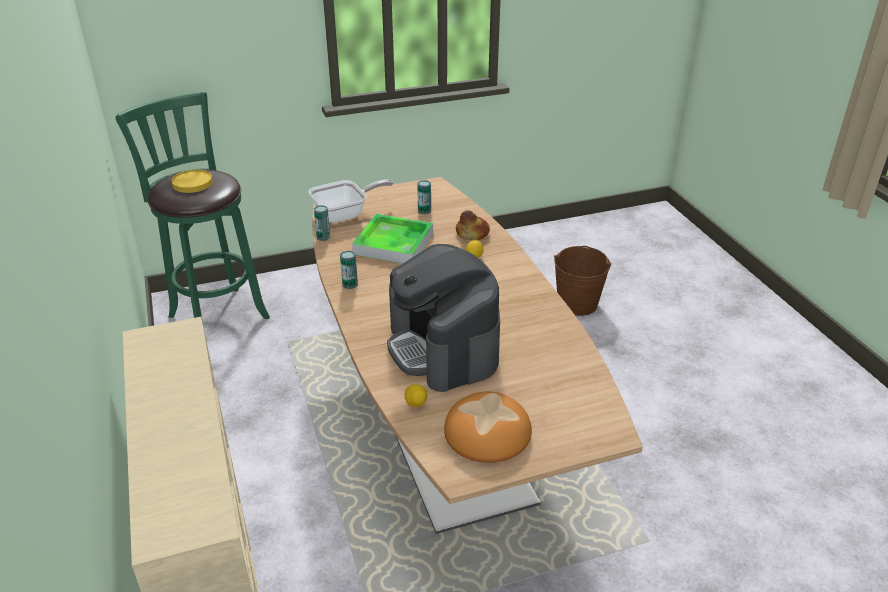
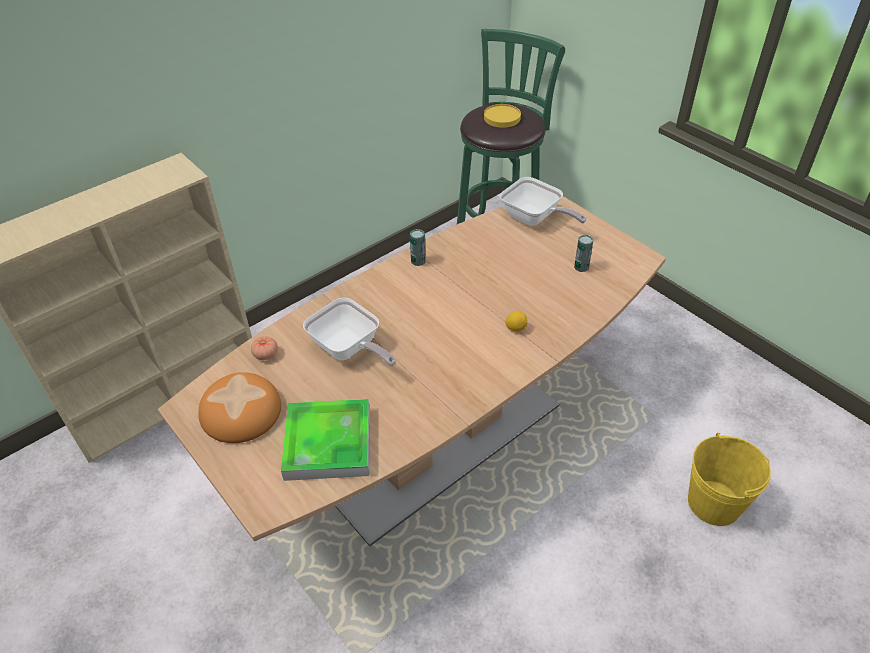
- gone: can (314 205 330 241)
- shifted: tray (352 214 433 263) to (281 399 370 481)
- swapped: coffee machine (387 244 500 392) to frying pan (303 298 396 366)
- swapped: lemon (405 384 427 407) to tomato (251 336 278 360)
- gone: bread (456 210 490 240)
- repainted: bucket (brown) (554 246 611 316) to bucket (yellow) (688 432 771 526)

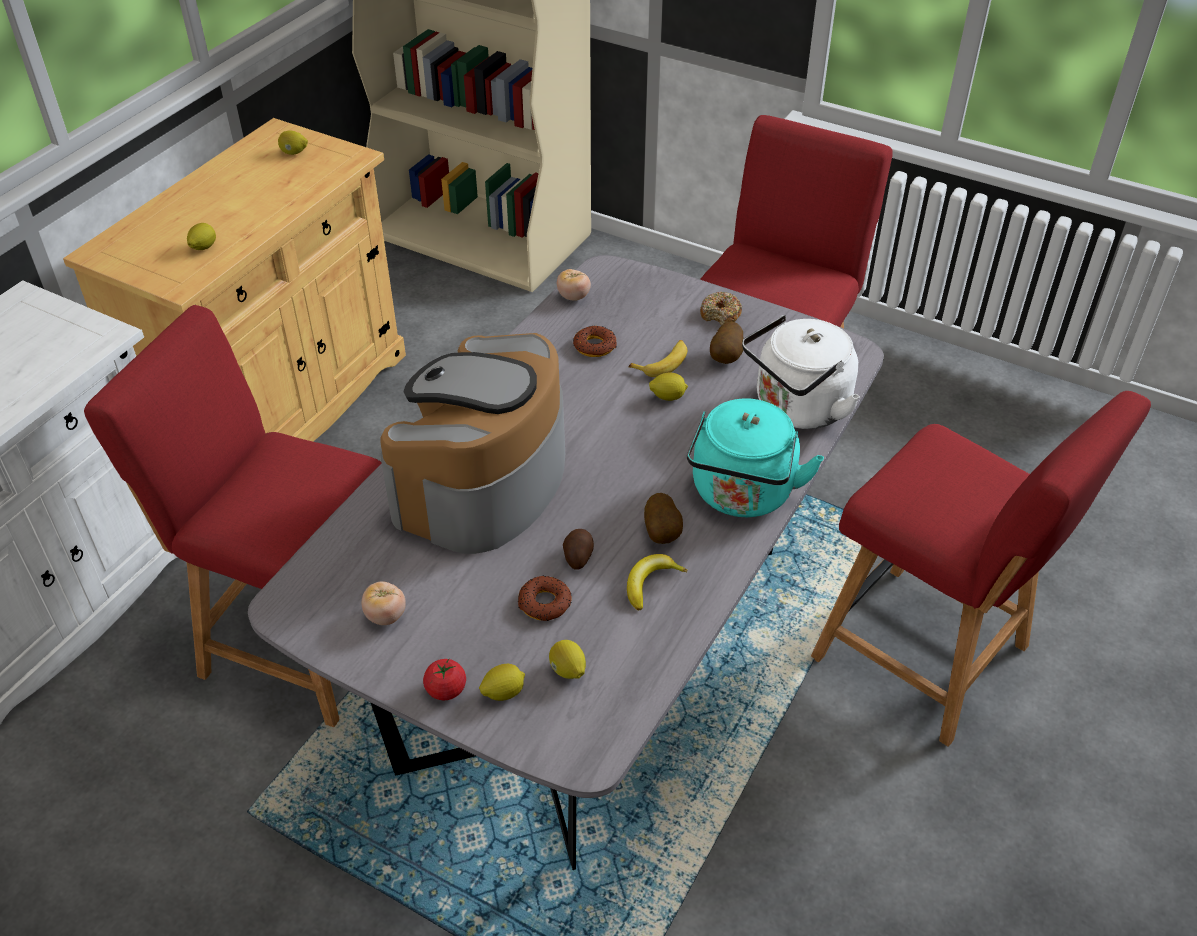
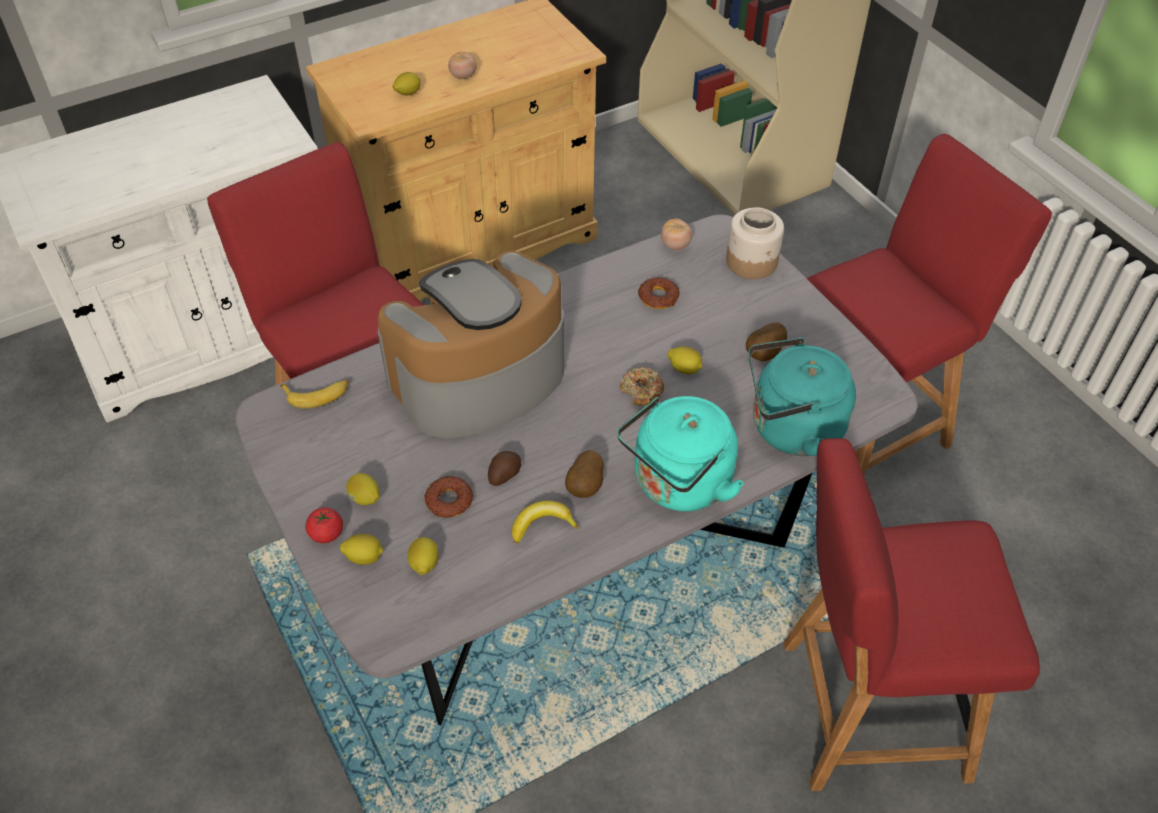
- shifted: lemon (278 131 308 155) to (346 473 380 505)
- shifted: tomato (361 581 406 625) to (448 52 477 79)
- shifted: banana (628 340 687 377) to (280 380 349 409)
- shifted: donut (700 292 742 326) to (620 367 664 406)
- repainted: kettle (white) (742 315 860 429) to kettle (turquoise) (749 337 856 456)
- rotated: chair (red) (811 391 1151 747) = (784 438 1040 791) 105 degrees clockwise
- new: jar (726 207 784 279)

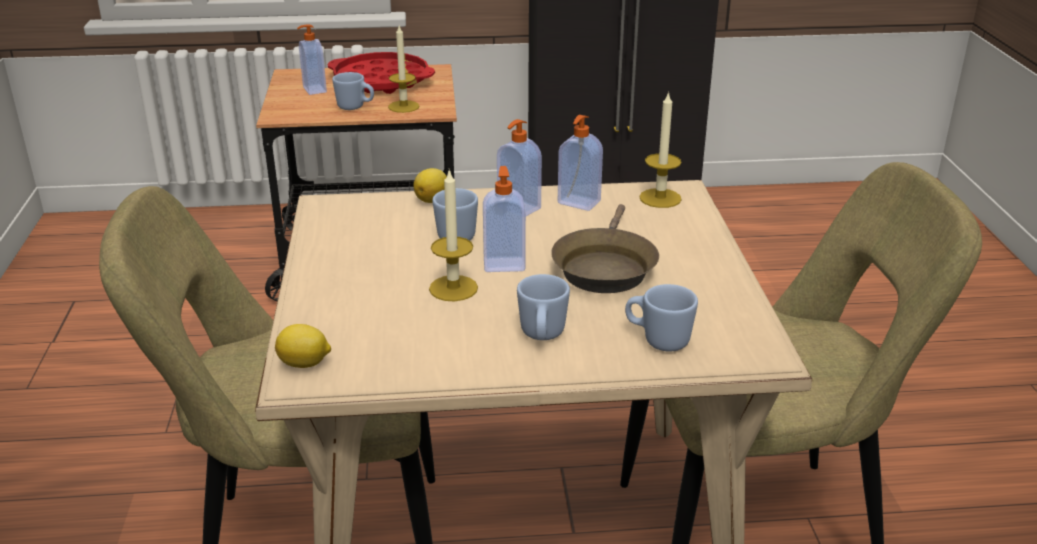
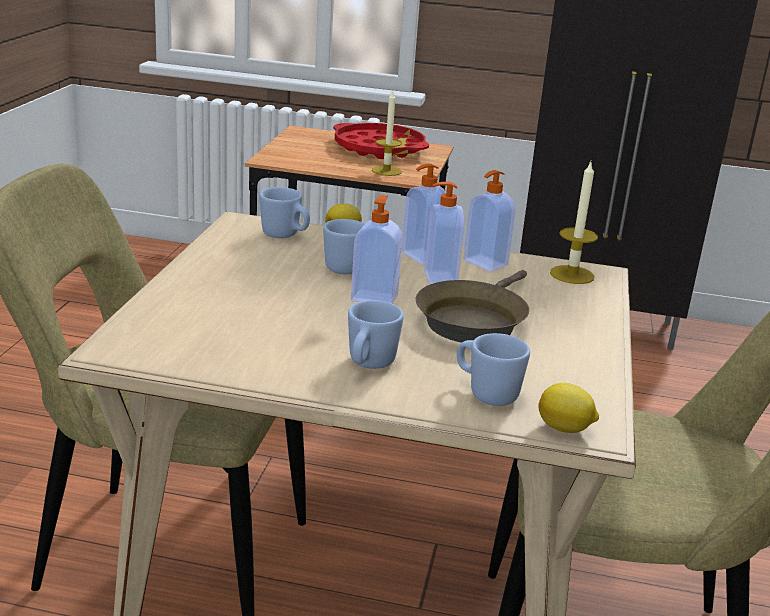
- shifted: lemon (275 324 331 368) to (538 383 599 433)
- shifted: soap dispenser (297 24 327 95) to (424 182 464 284)
- shifted: mug (blue) (332 72 374 110) to (259 187 310 238)
- gone: candle (429 169 478 301)

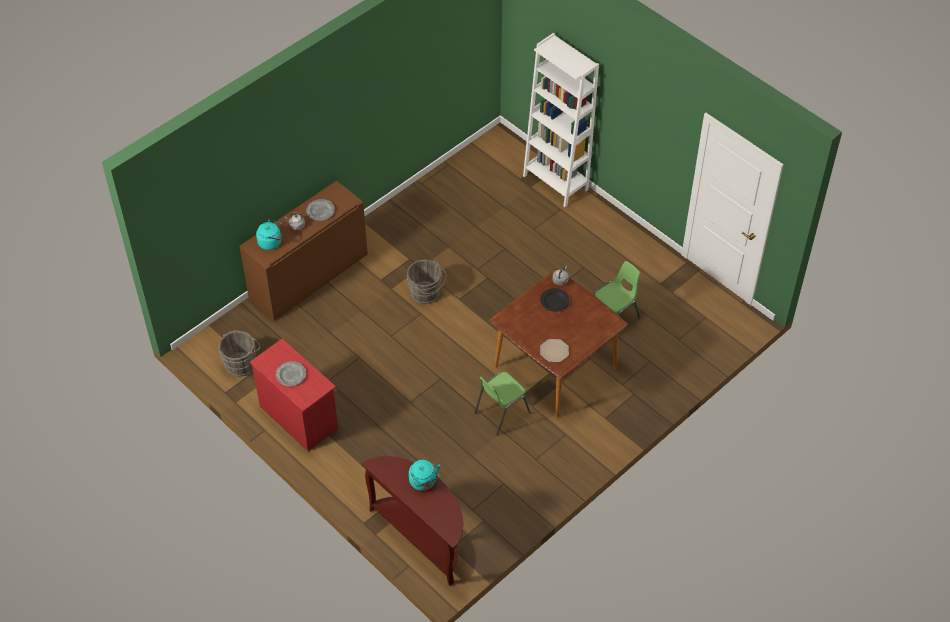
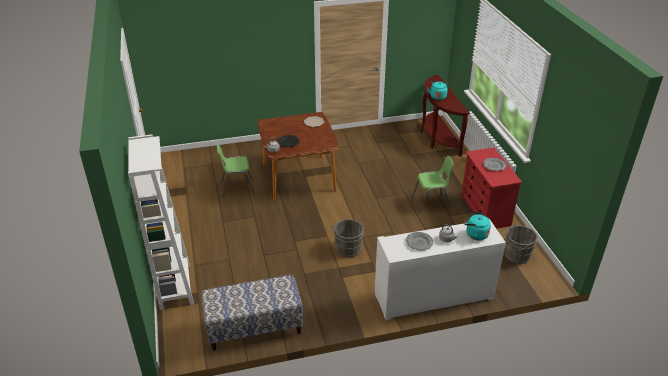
- repainted: cabinet (brown) (239 180 368 321) to cabinet (white) (374 218 506 320)
- shifted: chair (green) (475 372 531 436) to (412 156 454 213)
- new: bench (202 275 303 351)

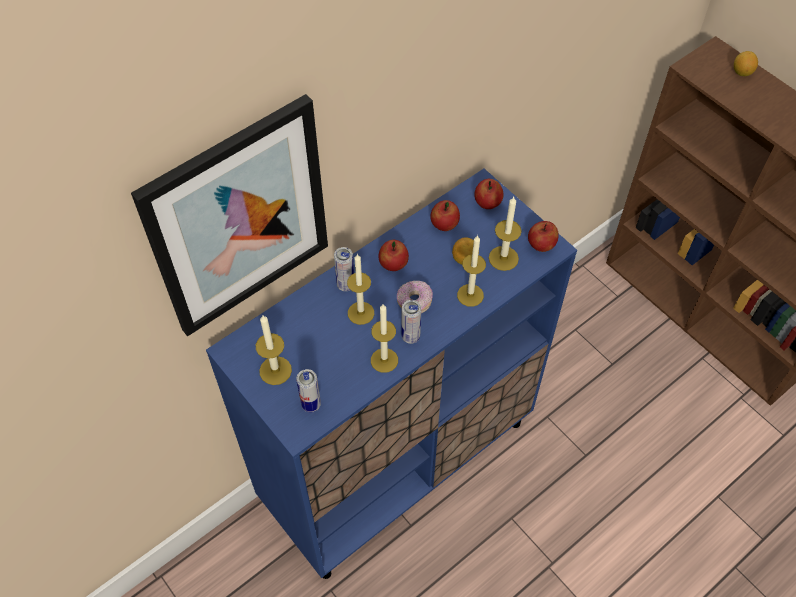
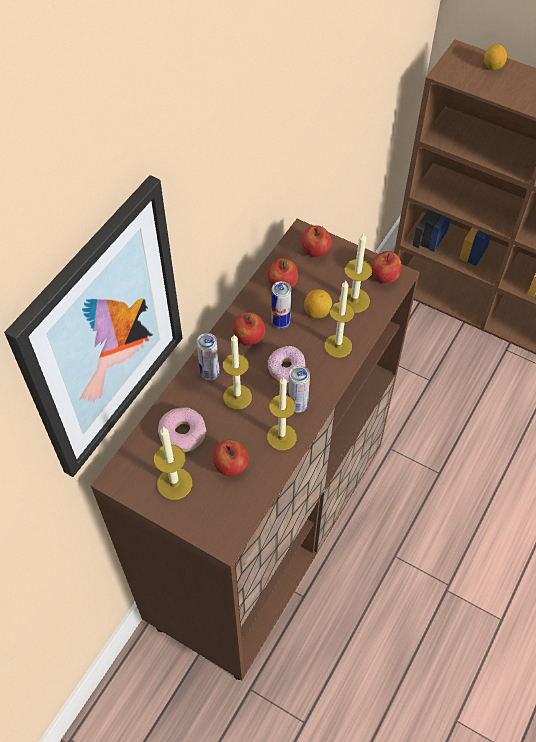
- repainted: cabinet (blue) (206 169 577 579) to cabinet (brown) (91 219 420 680)
- shifted: can (296 369 321 413) to (271 281 291 329)
- new: donut (158 407 206 452)
- new: apple (213 440 249 476)

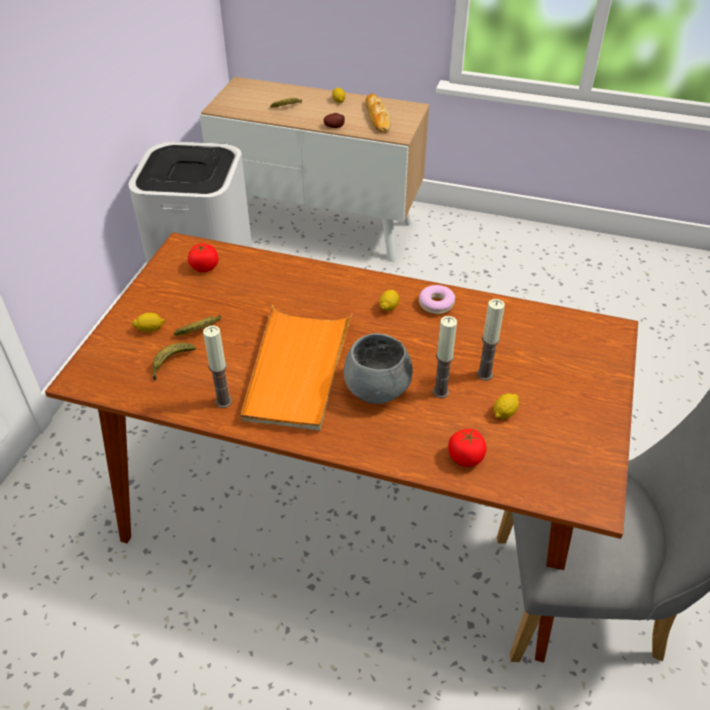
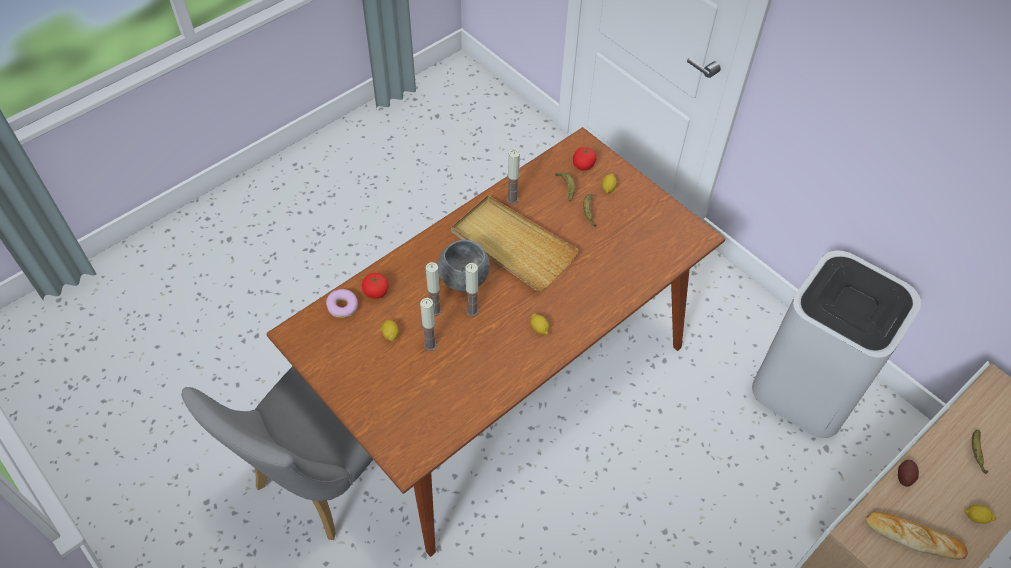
- shifted: tomato (188 243 219 272) to (573 147 597 171)
- repainted: tray (orange) (241 305 353 431) to tray (beige) (451 195 579 292)
- shifted: donut (419 285 455 314) to (326 289 358 318)
- new: candle (465 263 479 317)

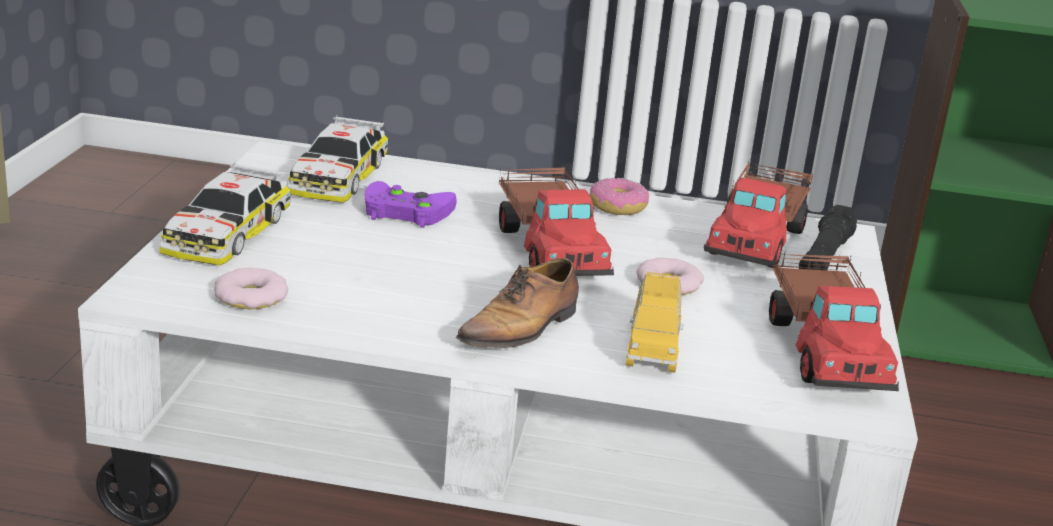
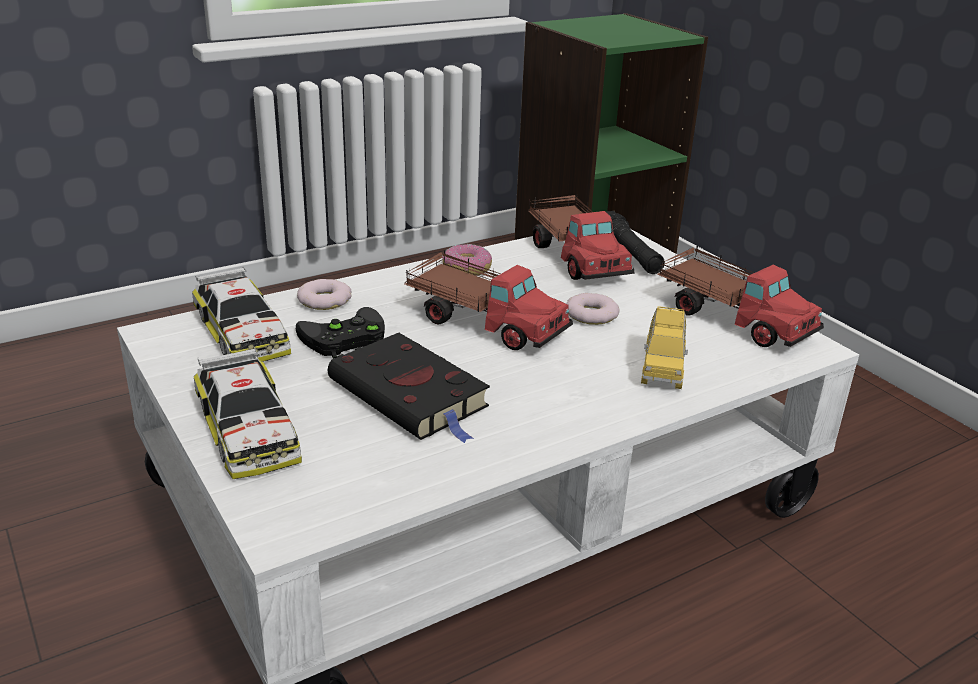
- shifted: donut (214 268 288 309) to (297 279 352 310)
- repainted: game controller (purple) (365 181 457 228) to game controller (black) (296 307 385 359)
- gone: shoe (456 258 579 348)
- rotated: toy car (yellow) (626 272 683 373) = (641 306 688 389) 45 degrees clockwise
- new: book (black) (328 333 490 443)

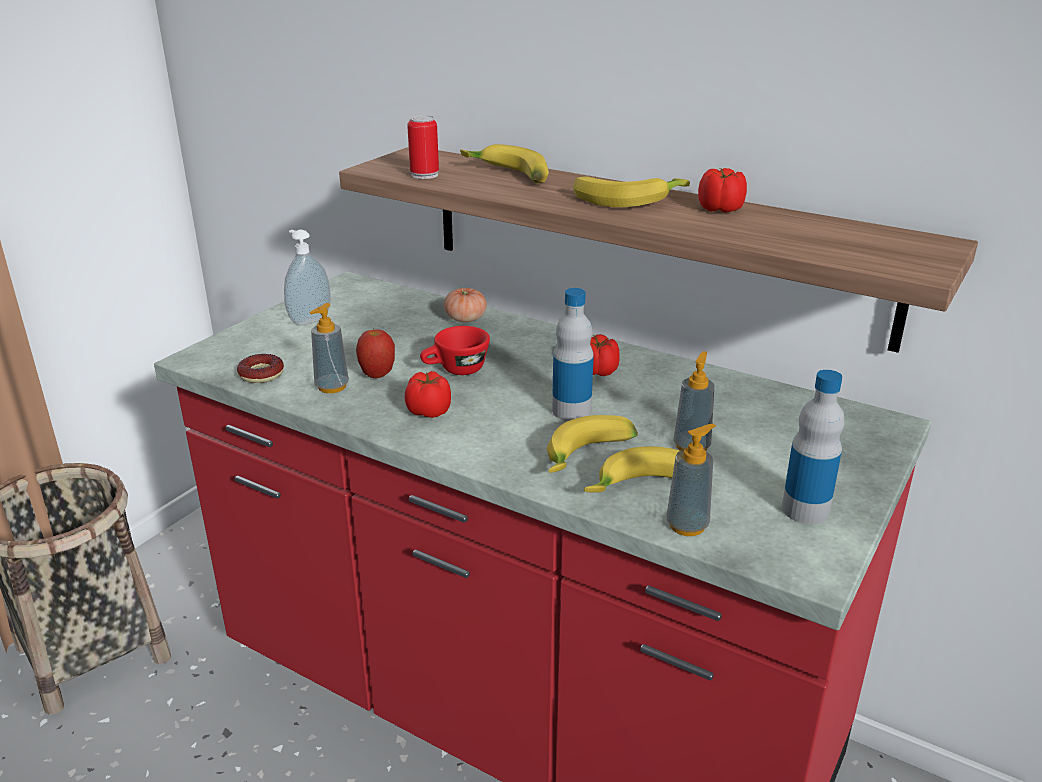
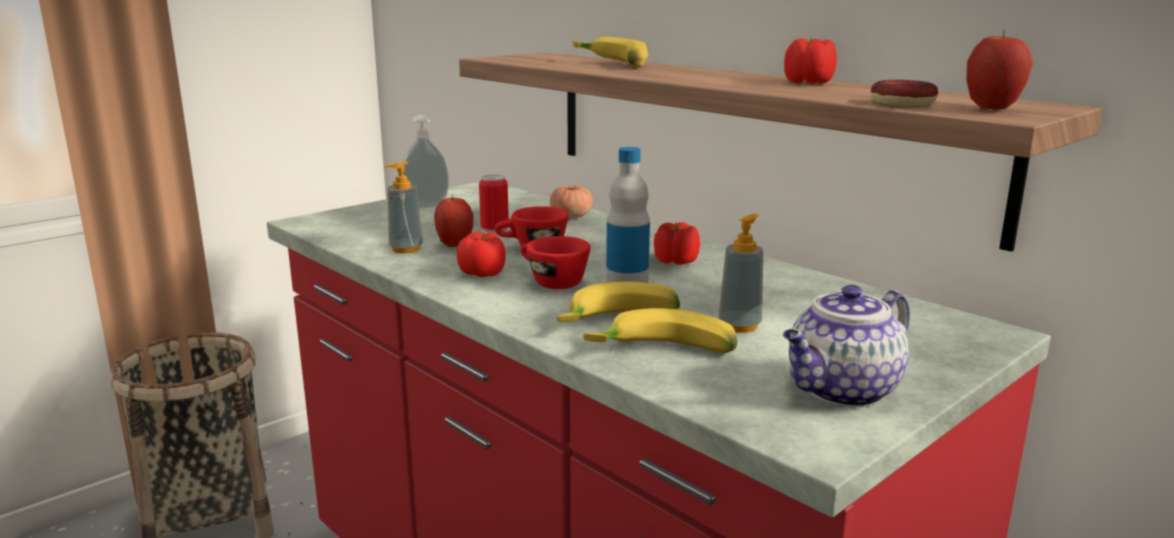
- shifted: donut (237 354 284 383) to (871 80 938 106)
- shifted: can (407 115 439 179) to (479 175 509 235)
- gone: banana (573 176 690 207)
- gone: soap dispenser (666 424 716 536)
- swapped: bottle (782 370 845 524) to teapot (783 285 910 407)
- new: cup (red) (521 236 591 289)
- new: apple (966 31 1033 109)

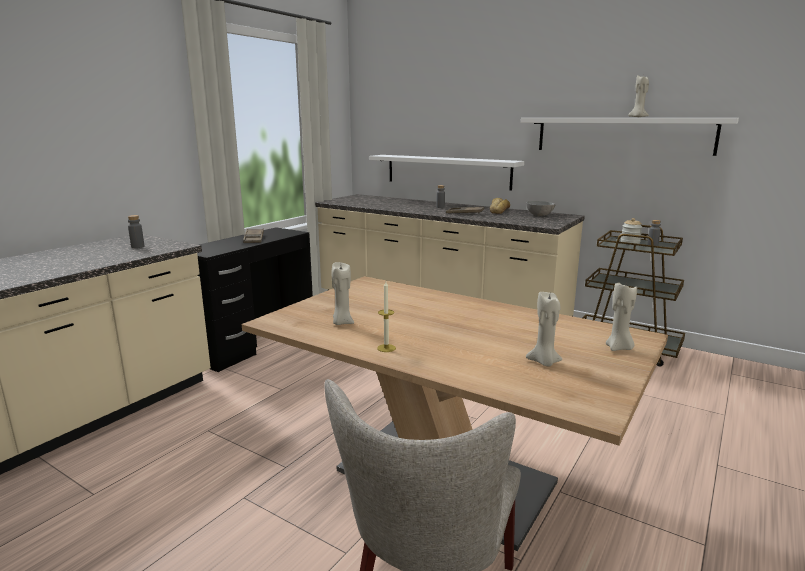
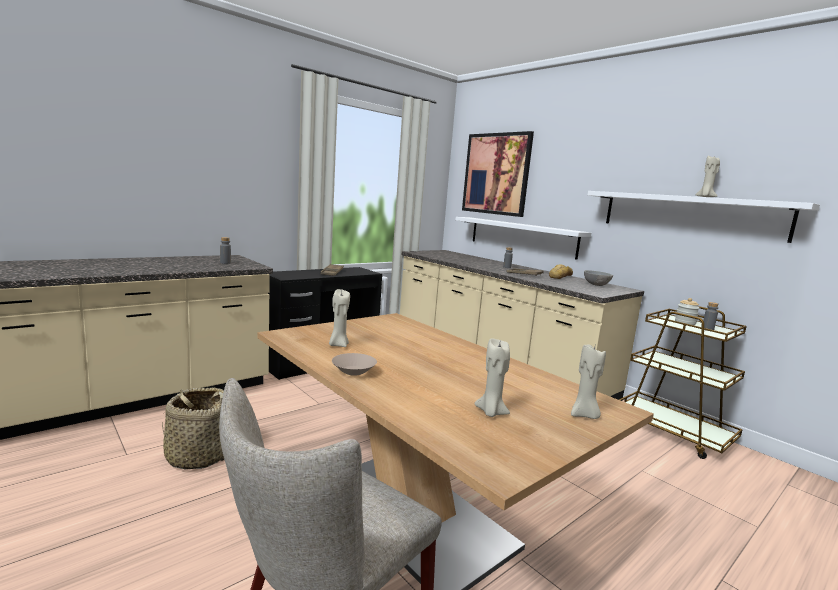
- swapped: candle (377 282 396 352) to bowl (beige) (332 353 377 375)
- new: basket (162 388 224 470)
- new: picture (462 131 534 217)

